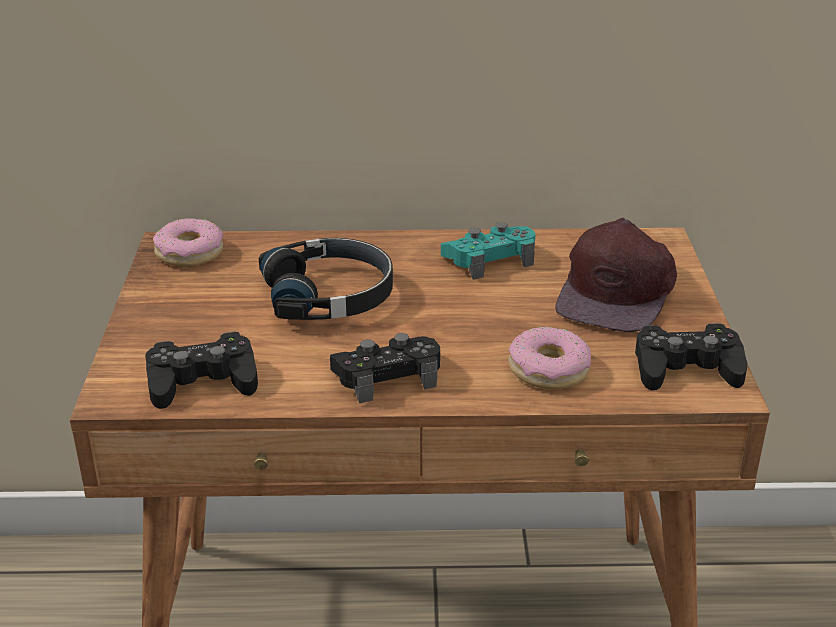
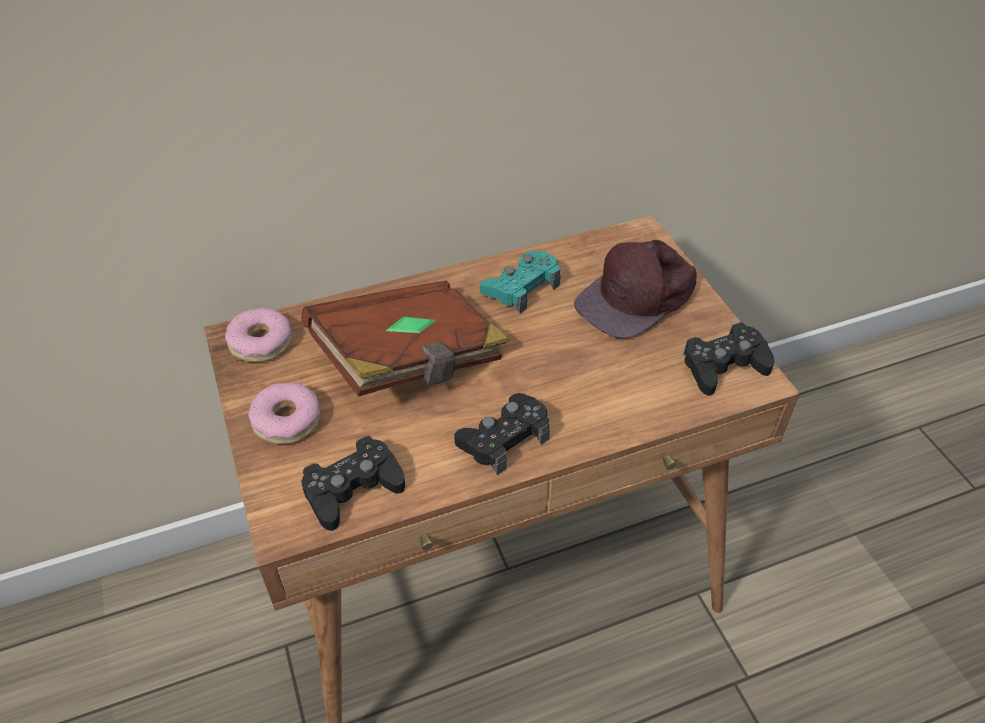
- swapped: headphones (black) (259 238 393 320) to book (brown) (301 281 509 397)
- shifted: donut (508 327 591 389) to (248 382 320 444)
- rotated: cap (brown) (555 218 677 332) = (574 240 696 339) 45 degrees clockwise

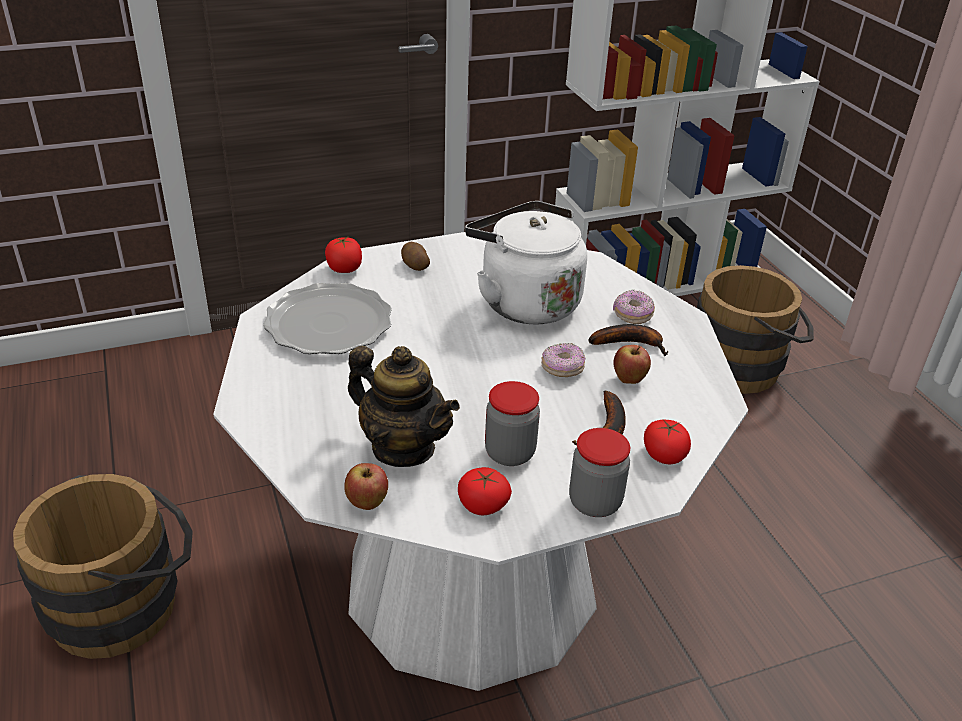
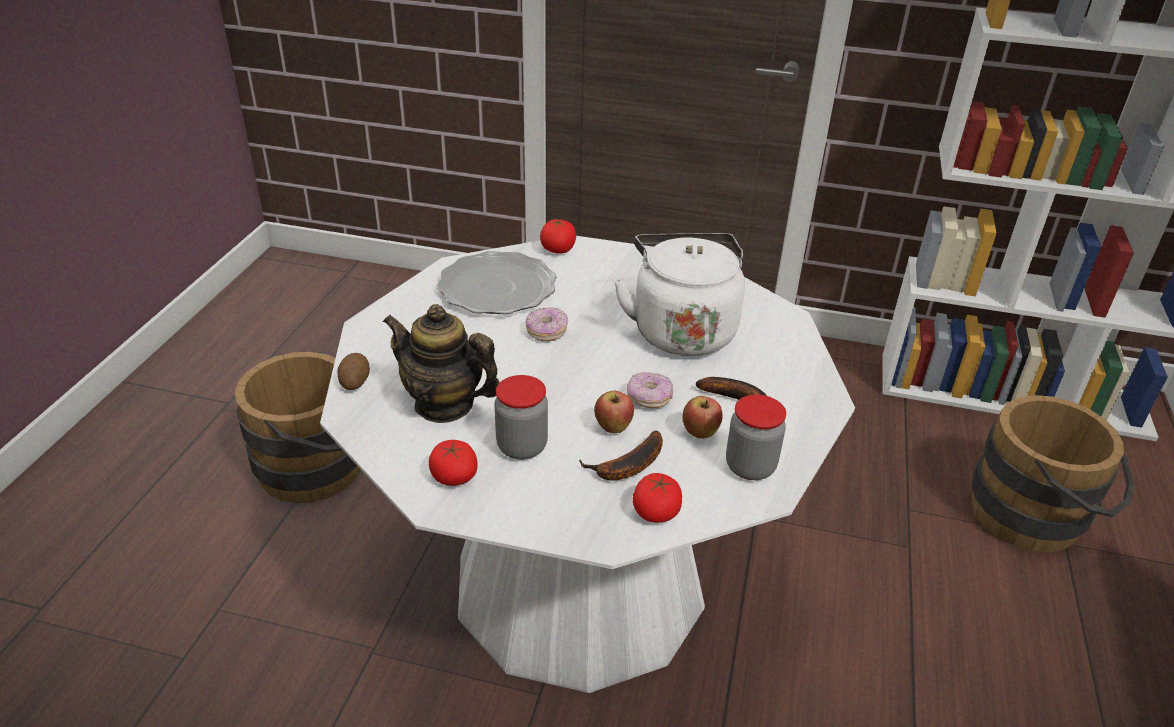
- shifted: apple (344 463 388 510) to (594 391 634 433)
- rotated: teapot (348 346 460 467) = (383 304 500 423) 135 degrees clockwise
- shifted: potato (401 242 430 271) to (337 353 370 390)
- shifted: jar (569 428 630 517) to (726 394 786 480)
- shifted: donut (613 290 655 324) to (526 307 568 342)

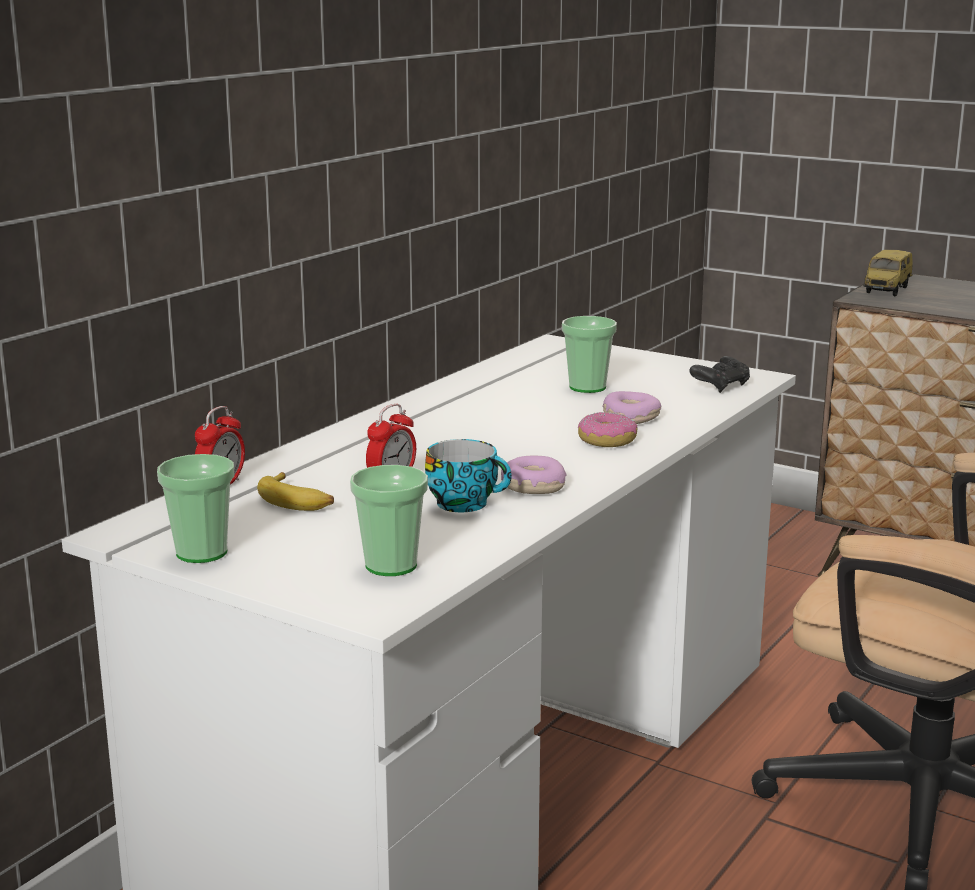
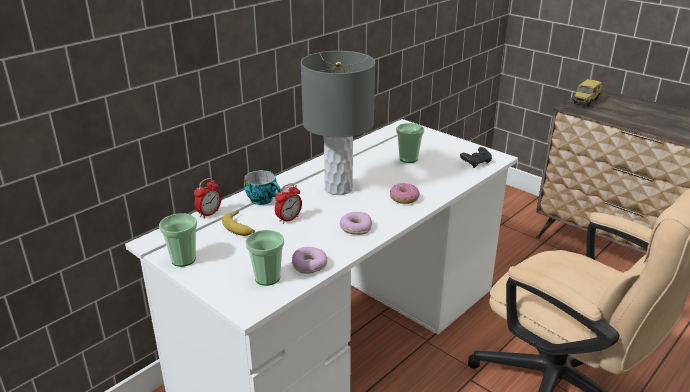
- shifted: cup (425 439 512 512) to (244 170 281 205)
- shifted: donut (603 391 661 424) to (292 247 327 274)
- new: table lamp (grey) (301 51 375 195)

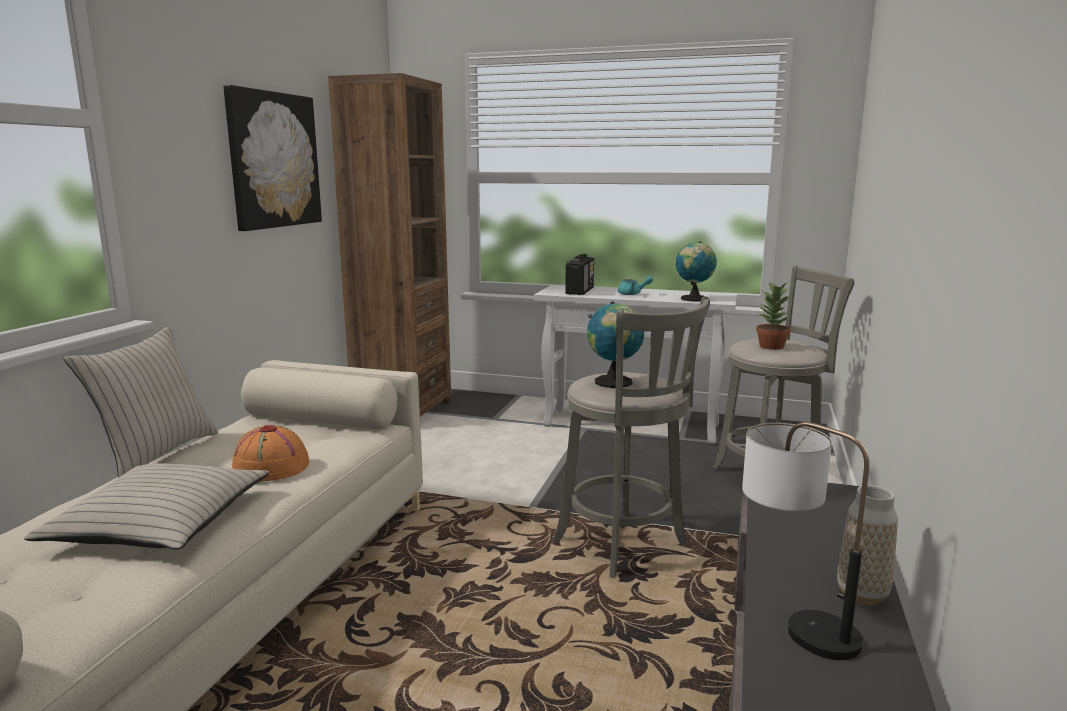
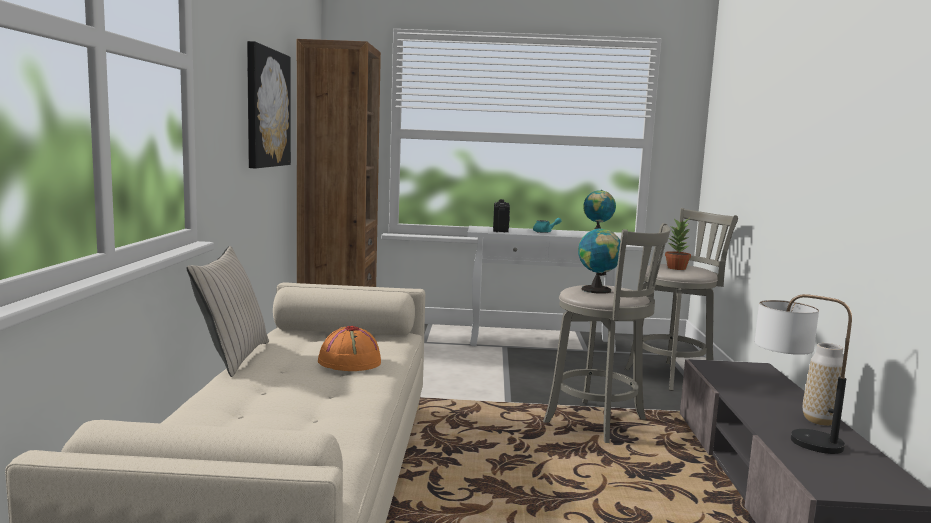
- gone: pillow (beige) (24 463 269 550)

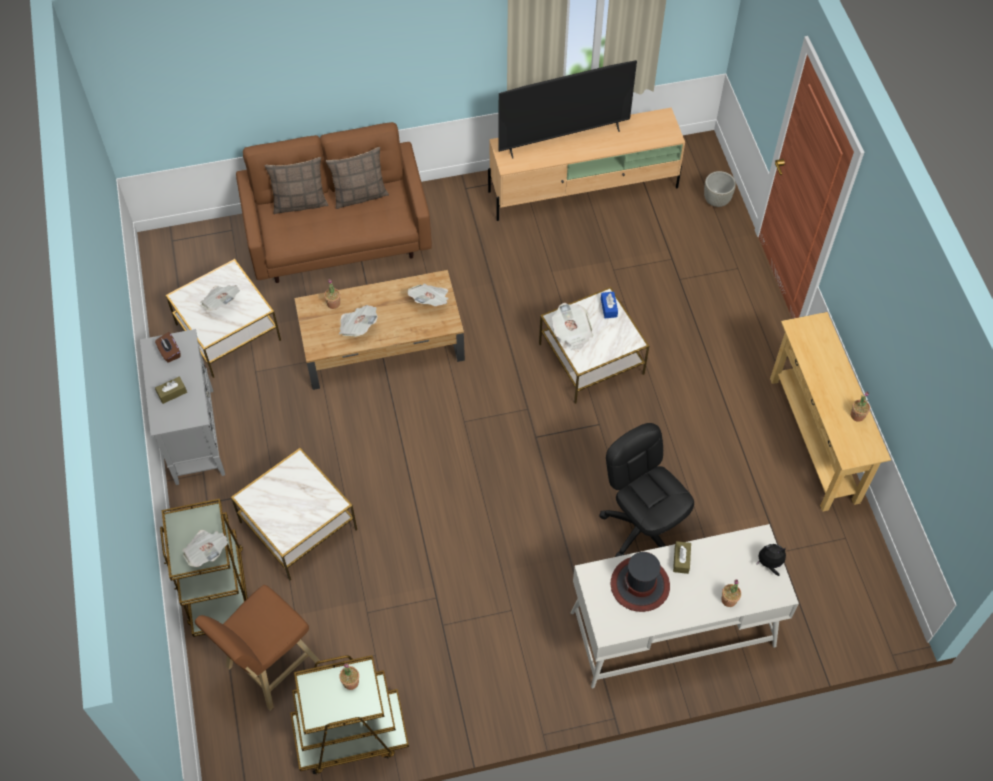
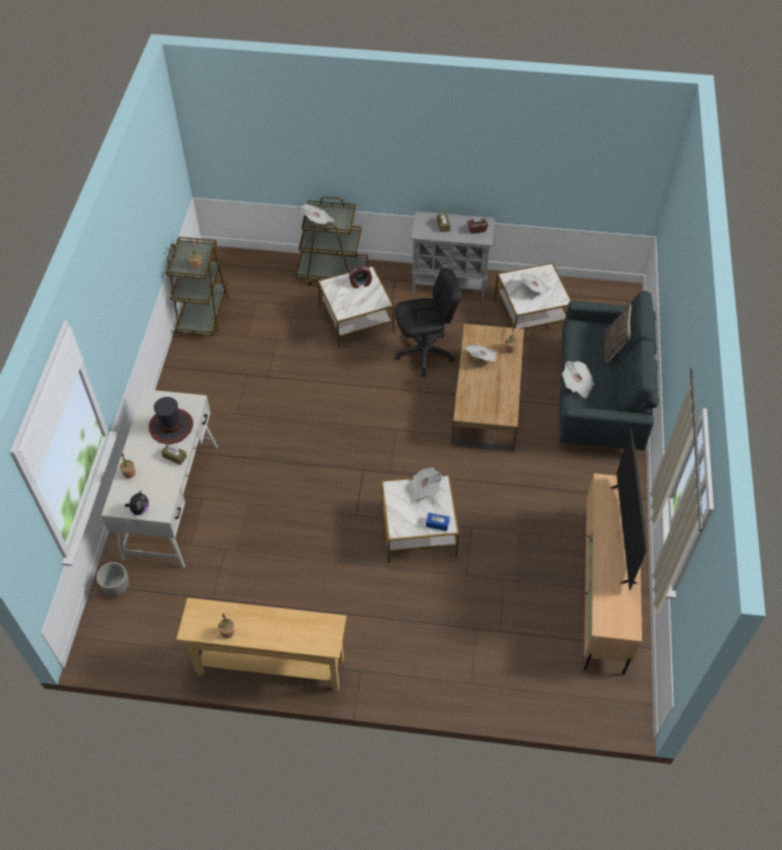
- gone: stool (brown) (195 585 320 711)
- repainted: sofa (brown) (236 122 432 283) to sofa (grey) (559 291 659 451)
- gone: pillow (326 147 389 209)
- shifted: newspaper (408 284 449 306) to (562 361 595 398)
- shifted: office chair (black) (599 423 694 557) to (394 268 461 377)
- shifted: planter (grey) (704 171 736 207) to (97 562 129 596)
- new: alarm clock (349 265 372 288)

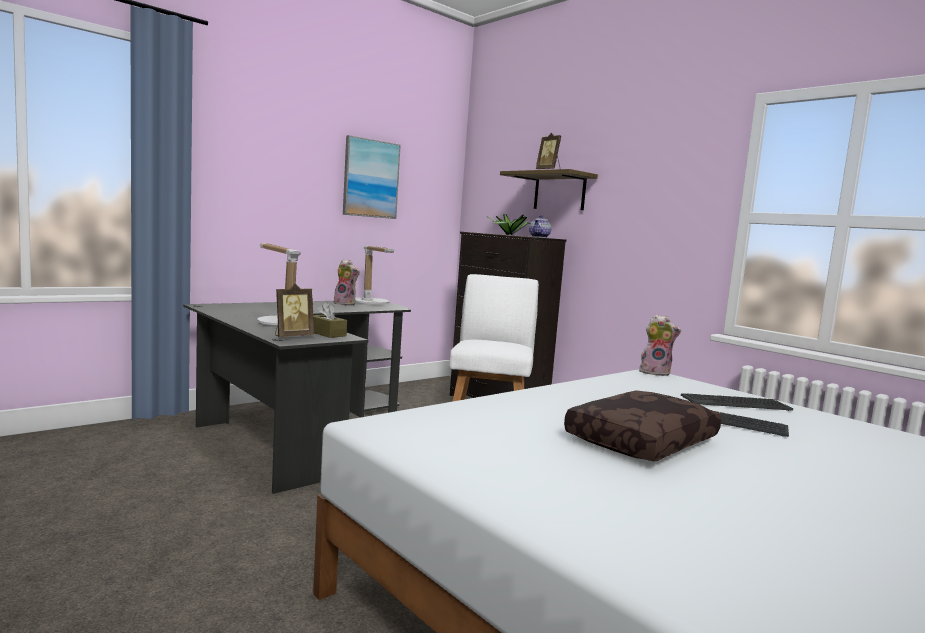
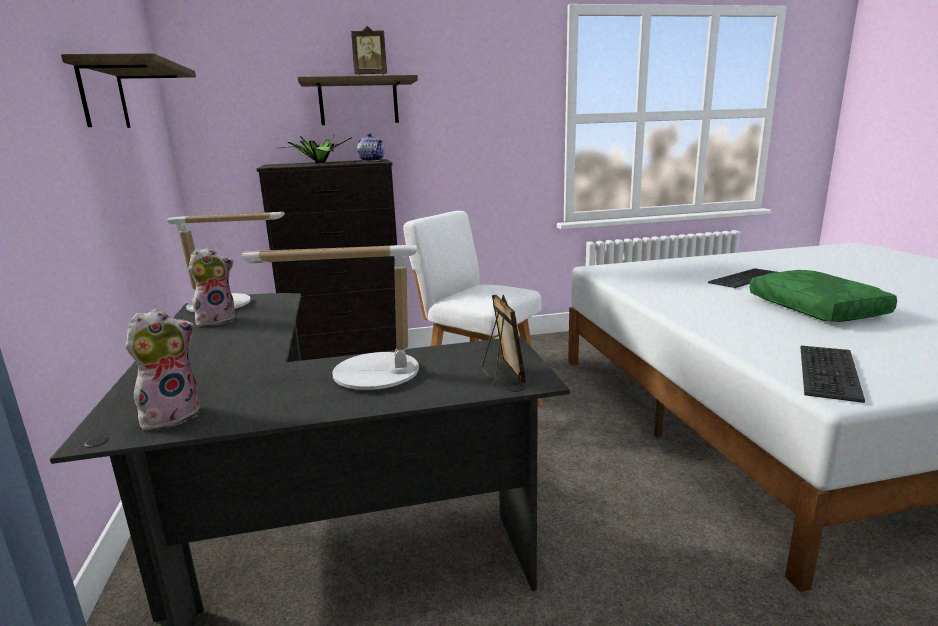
- gone: tissue box (brown) (313 302 347 338)
- swapped: picture (343 135 401 219) to shelf (61 53 196 128)
- repainted: pillow (brown) (564 390 721 461) to pillow (green) (749 270 897 322)
- shifted: plush toy (639 314 681 376) to (126 308 201 431)
- shifted: keyboard (681 393 793 411) to (800 346 865 403)

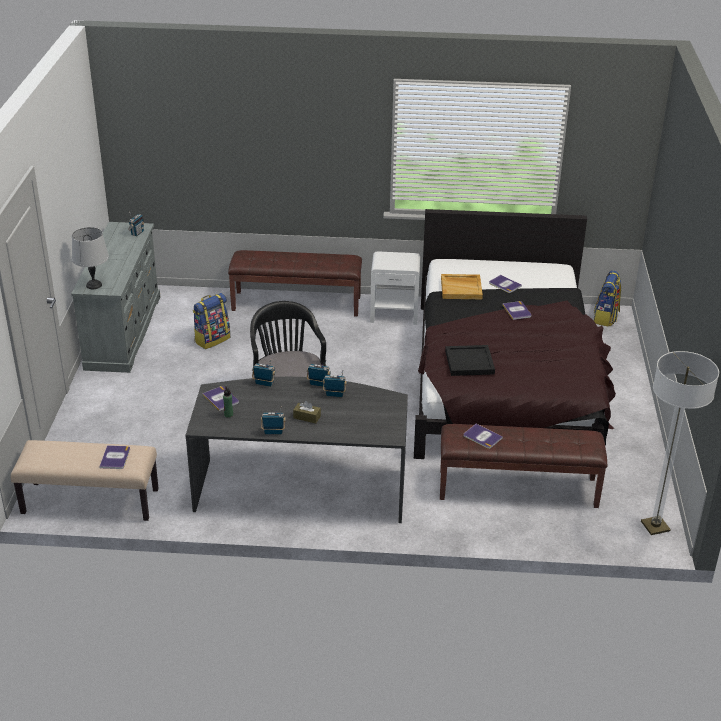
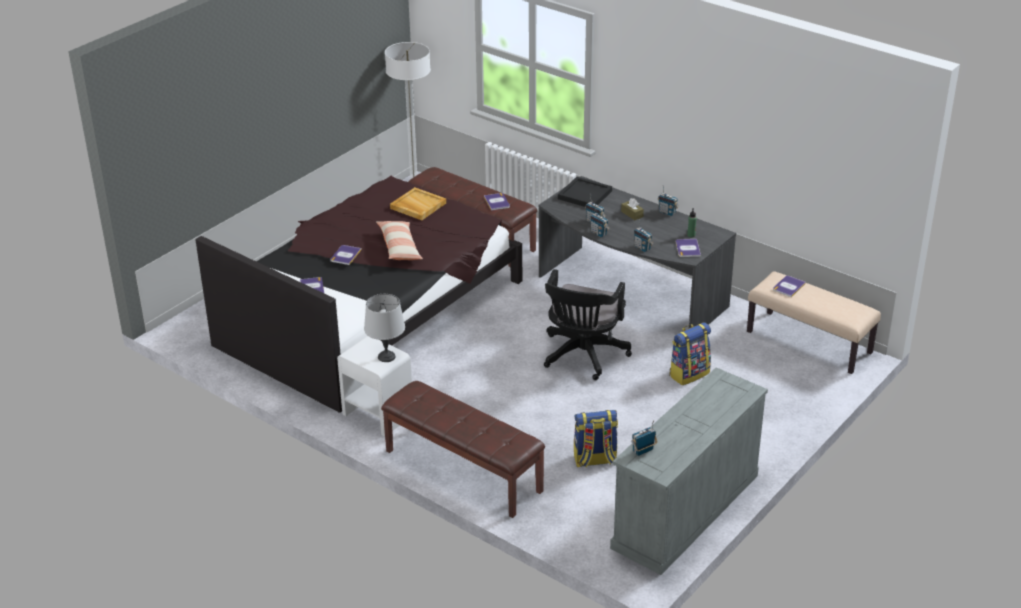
- shifted: table lamp (grey) (72 227 109 289) to (364 294 405 362)
- shifted: tray (beige) (441 274 483 299) to (390 187 446 220)
- shifted: tray (black) (445 345 495 376) to (558 177 612 207)
- shifted: backpack (594 271 621 327) to (669 322 711 385)
- new: pillow (376 221 423 260)

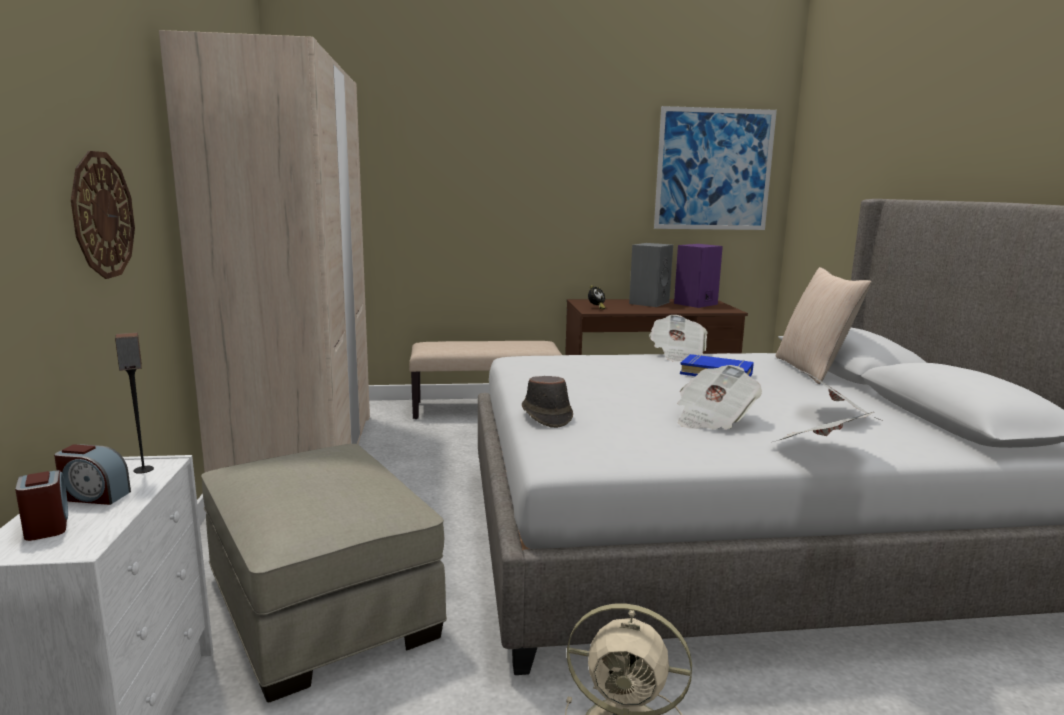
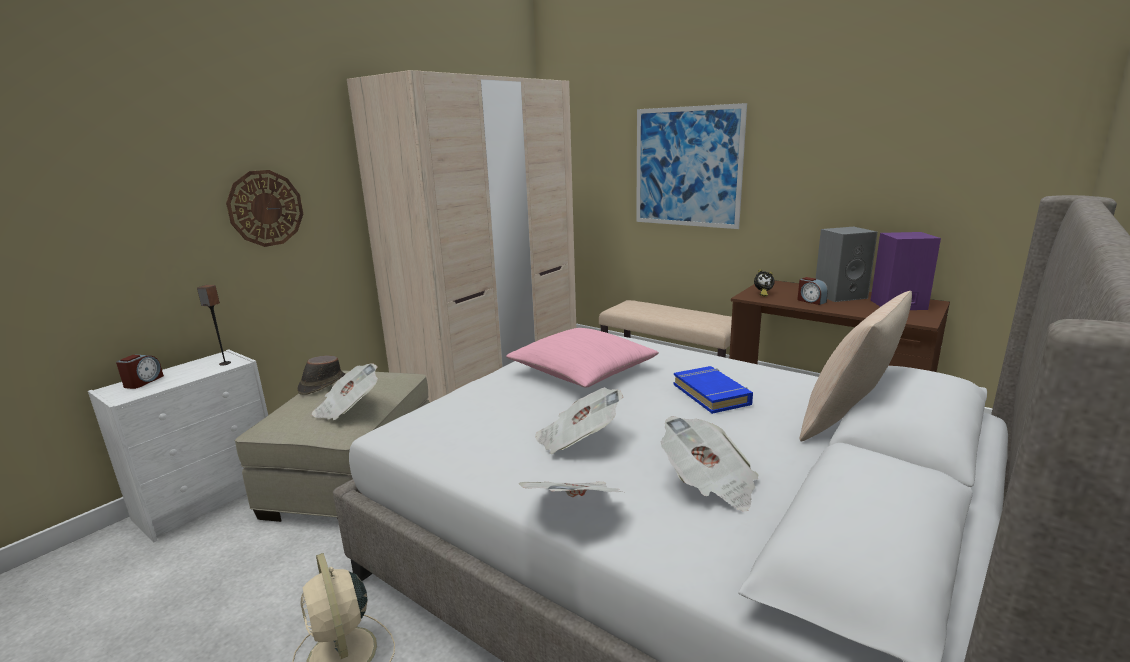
- shifted: alarm clock (54 444 131 505) to (797 277 828 305)
- shifted: hat (brown) (522 376 573 428) to (297 355 346 395)
- shifted: newspaper (649 315 707 362) to (312 363 378 420)
- shifted: picture (654 106 777 230) to (636 103 747 229)
- new: pillow (pink) (506 328 659 388)

